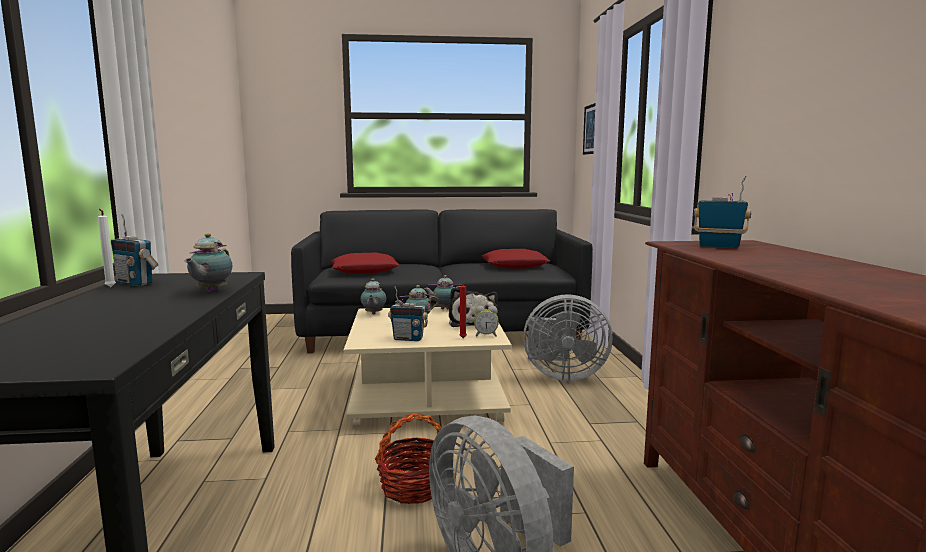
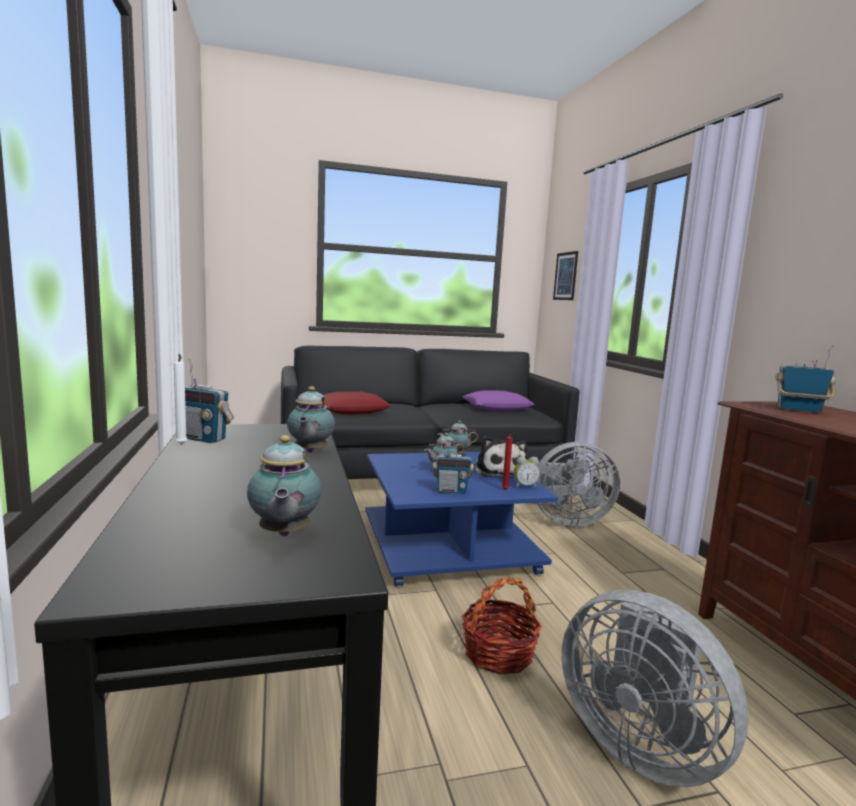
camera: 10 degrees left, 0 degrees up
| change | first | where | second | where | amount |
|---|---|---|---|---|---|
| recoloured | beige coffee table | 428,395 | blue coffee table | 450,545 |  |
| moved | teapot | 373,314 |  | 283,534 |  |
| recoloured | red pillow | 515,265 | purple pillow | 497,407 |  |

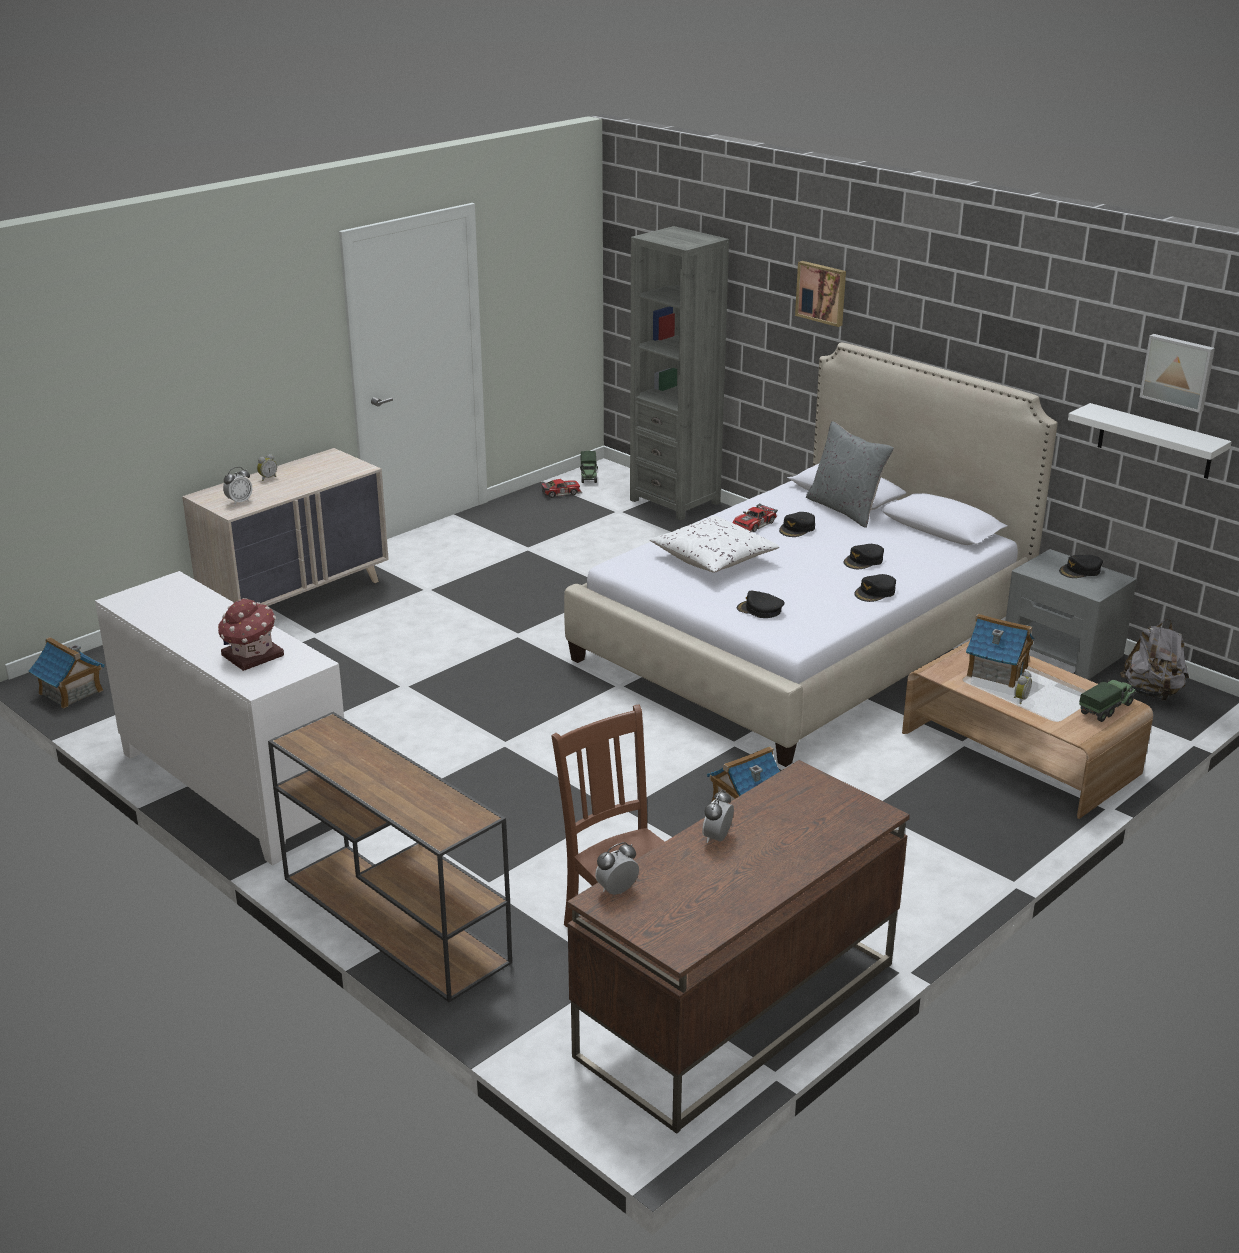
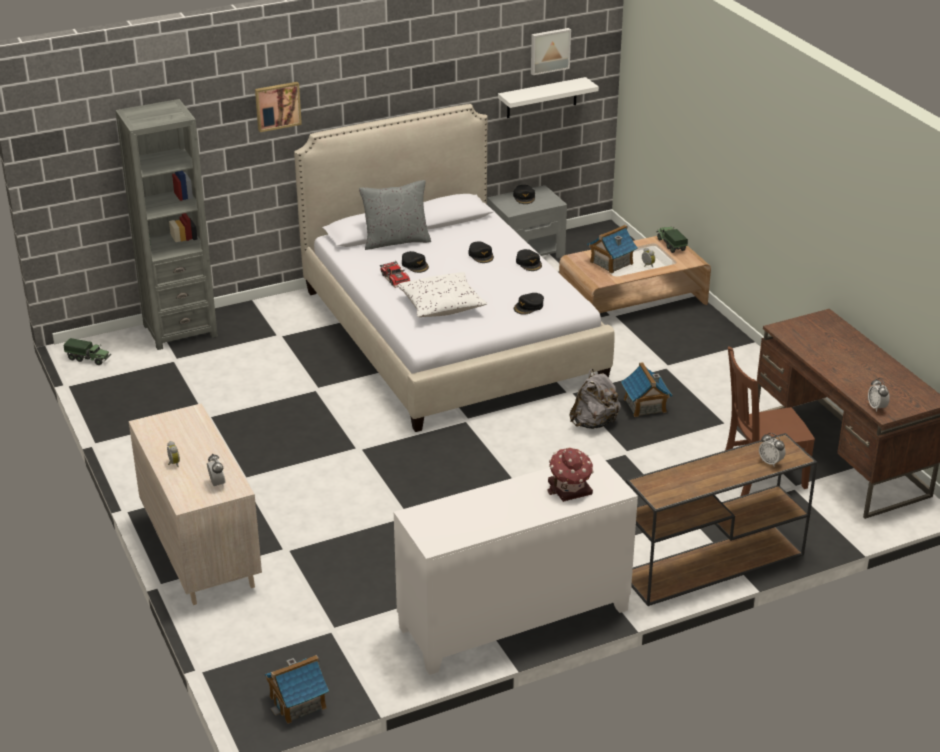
camera: 70 degrees left, 5 degrees up
| change | first | where | second | where | amount |
|---|---|---|---|---|---|
| removed | toy car | 560,492 |  |  |  |
| moved | alarm clock | 717,838 |  | 770,462 |  |
| moved | grey backpack | 1152,693 |  | 594,423 |  |

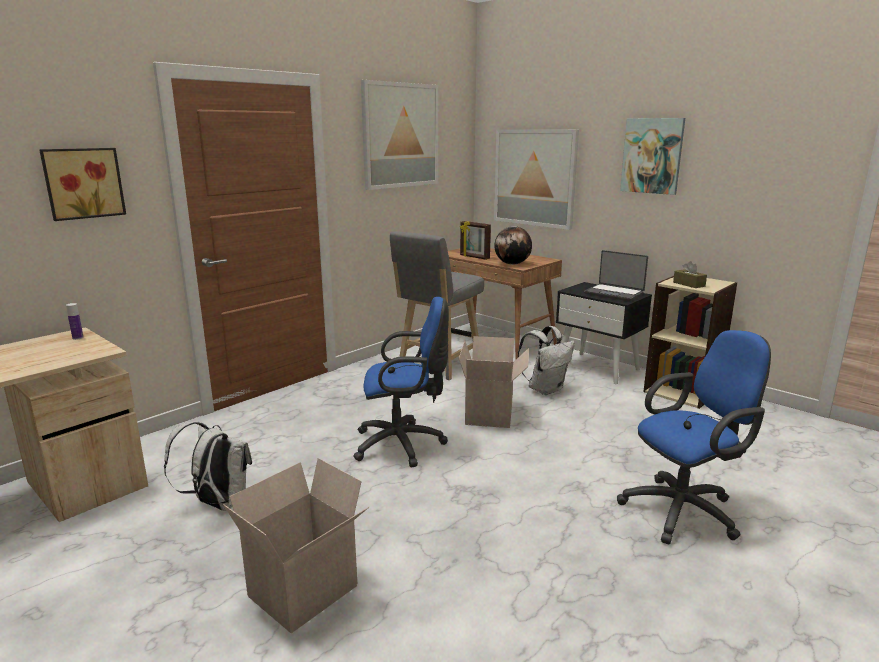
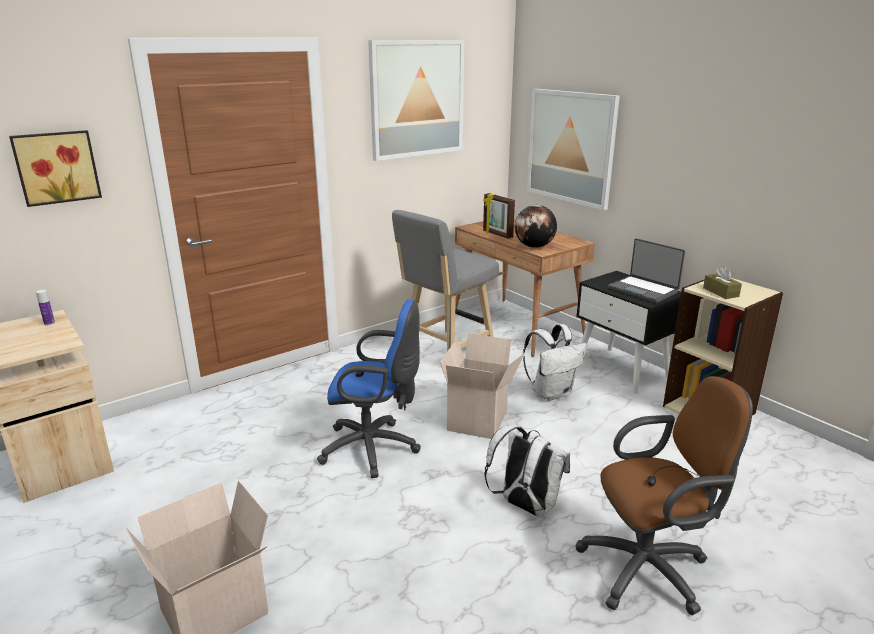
camera: 10 degrees right, 5 degrees up
| change | first | where | second | where | amount |
|---|---|---|---|---|---|
| moved | white backpack | 218,503 |  | 525,506 |  |
| recoloured | blue office chair | 685,510 | brown office chair | 650,568 |  |
| removed | picture | 652,156 |  |  |  |

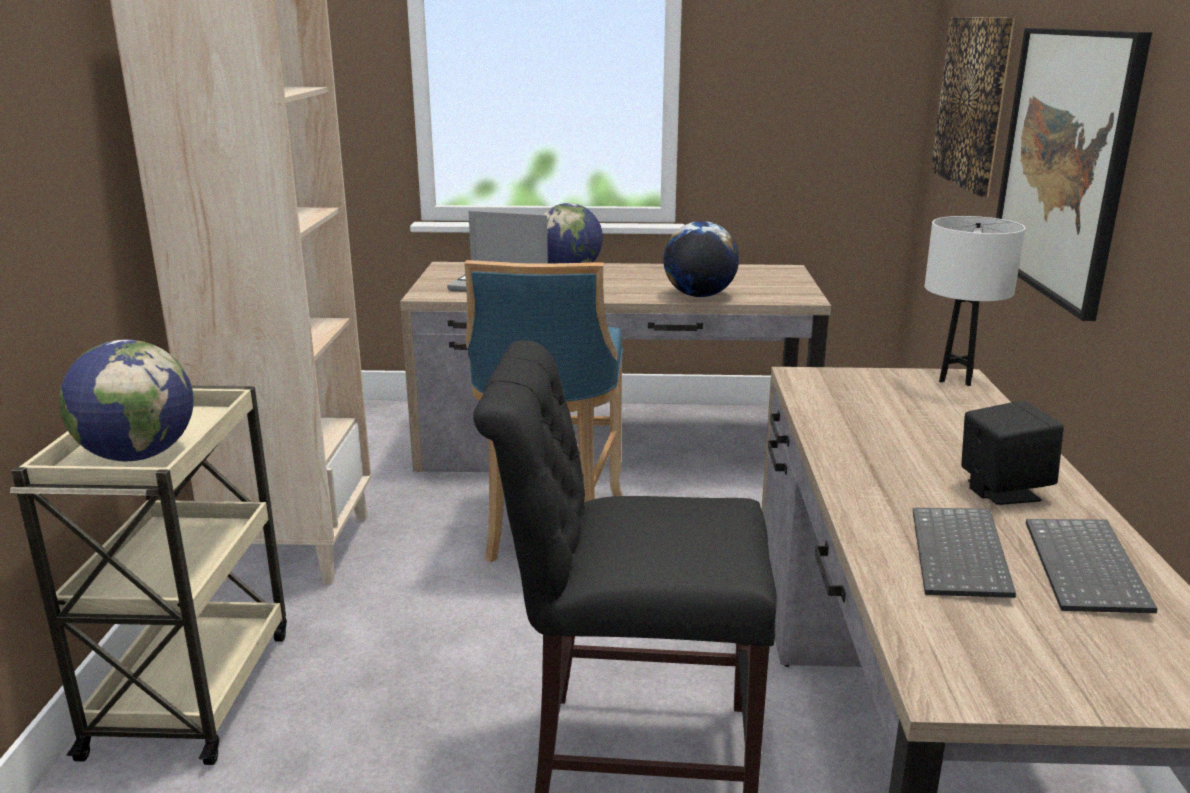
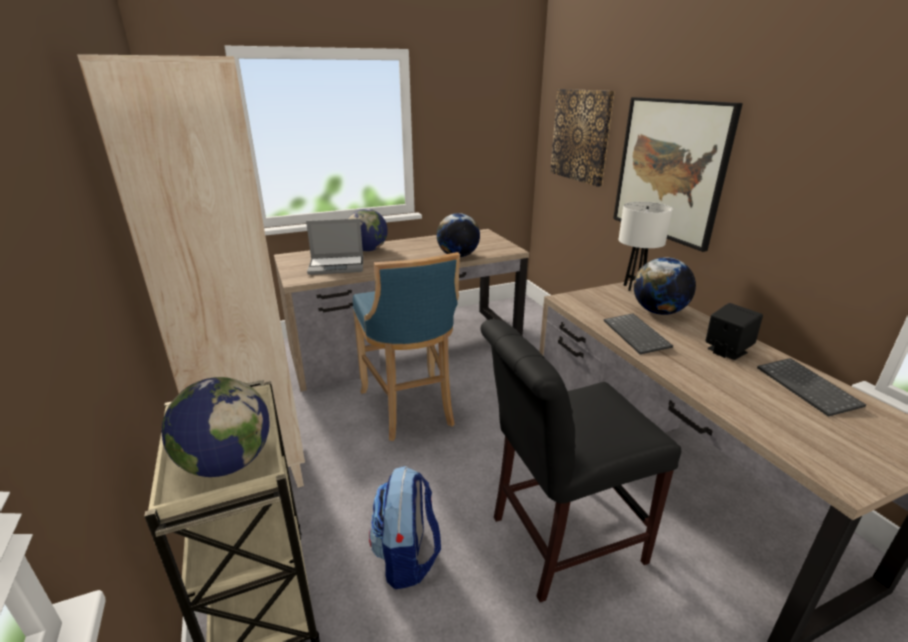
camera: 25 degrees left, 5 degrees up
| change | first | where | second | where | amount |
|---|---|---|---|---|---|
| moved | keyboard | 962,556 |  | 637,335 |  |
| added |  |  | backpack | 407,557 |  |
| added |  |  | globe | 658,312 |  |

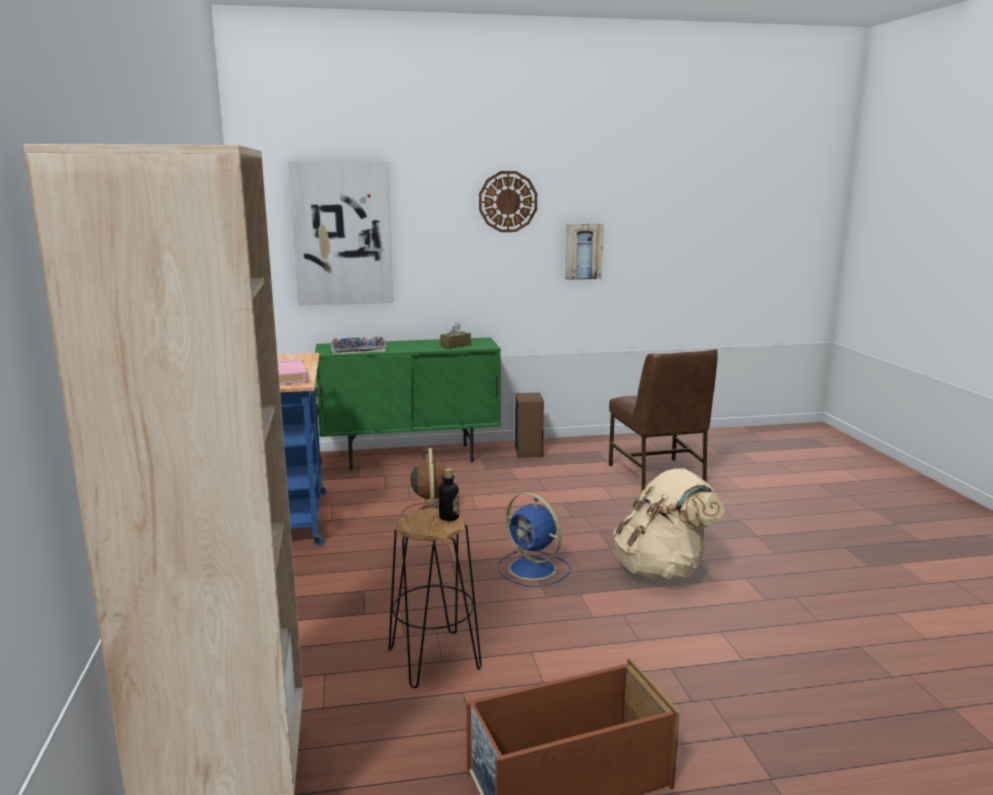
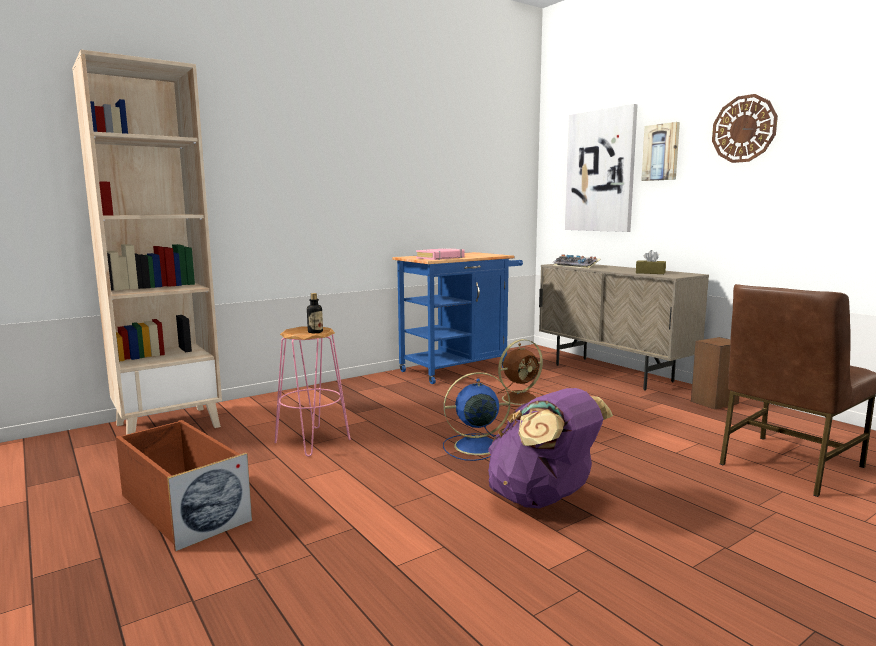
camera: 65 degrees right, 5 degrees down
| change | first | where | second | where | amount |
|---|---|---|---|---|---|
| recoloured | green cabinet | 411,457 | beige cabinet | 612,373 |  |
| recoloured | black stool | 434,659 | pink stool | 312,441 |  |
| turned | blue fan | 534,569 |  | 474,446 | 60 degrees clockwise |
| moved | picture | 583,251 |  | 661,152 |  |
| recoloured | beige backpack | 663,571 | purple backpack | 543,499 |  |

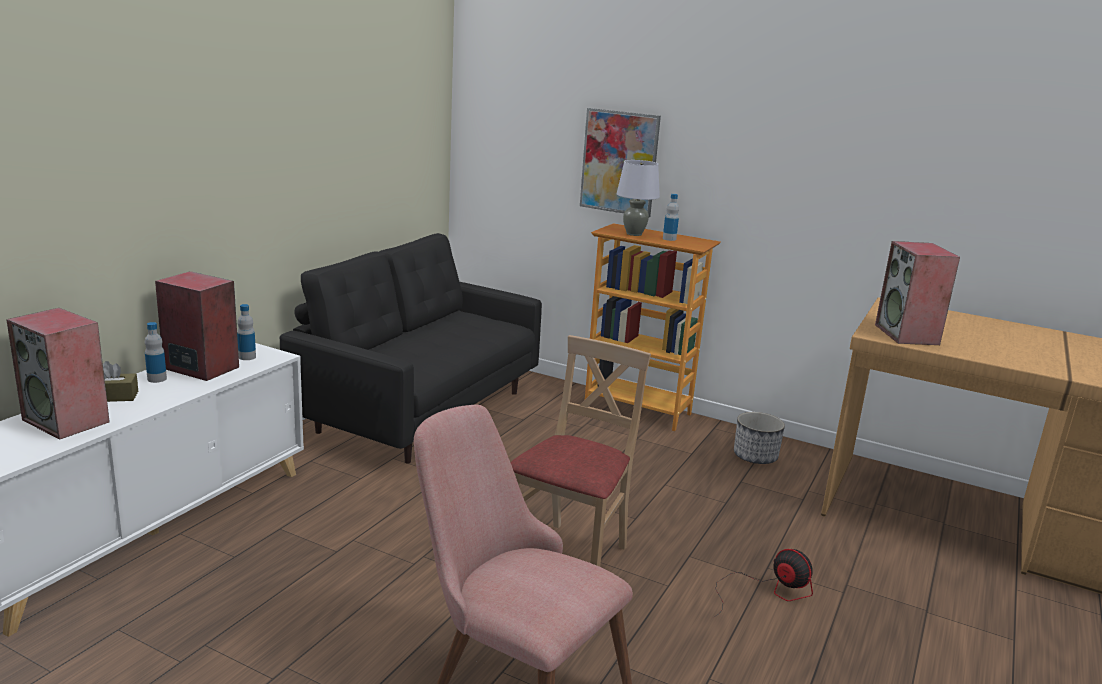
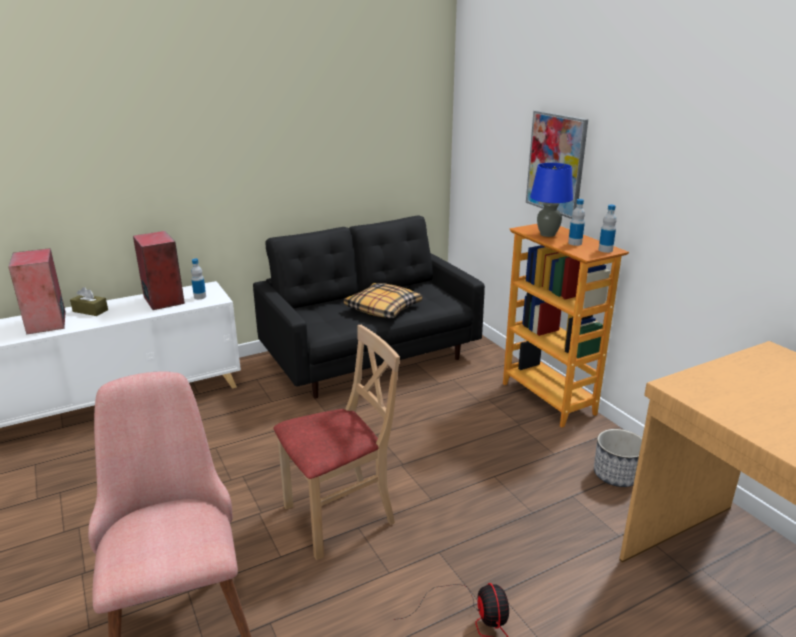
camera: 35 degrees right, 5 degrees up
| change | first | where | second | where | amount |
|---|---|---|---|---|---|
| moved | bottle | 157,379 |  | 605,250 |  |
| recoloured | grey table lamp | 634,234 | blue table lamp | 547,234 |  |
| removed | speaker | 907,335 |  |  |  |
| added |  |  | pillow | 383,308 |  |

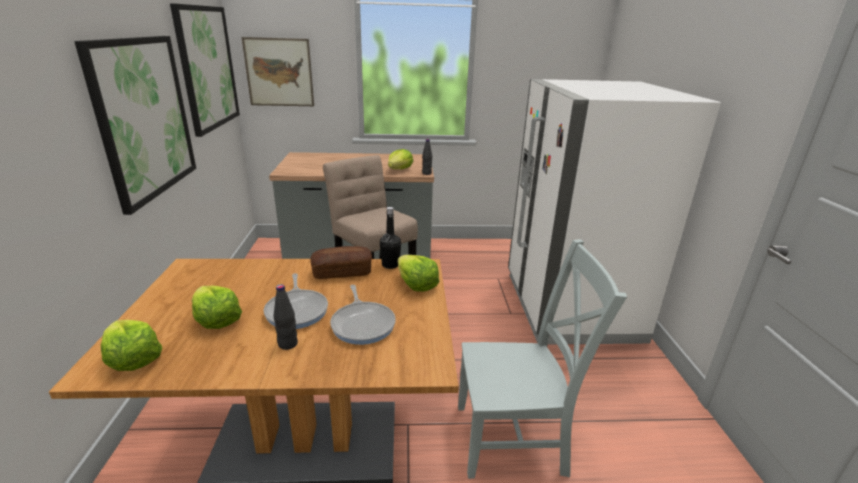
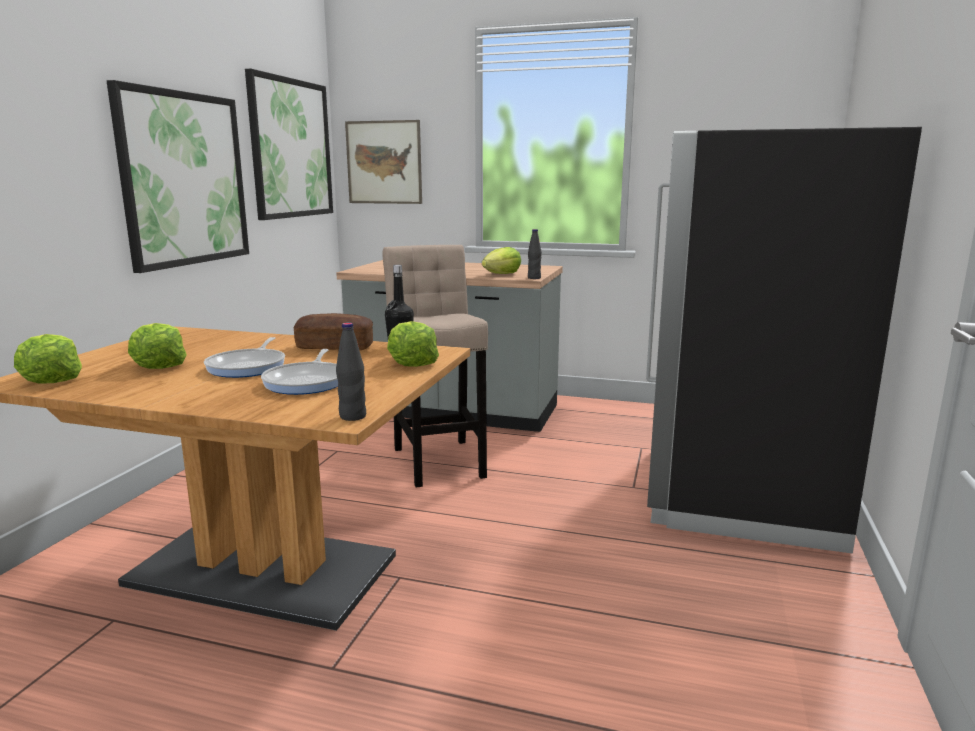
camera: 20 degrees right, 10 degrees down
| change | first | where | second | where | amount |
|---|---|---|---|---|---|
| moved | black bottle | 288,344 |  | 352,416 |  |
| removed | grey chair | 515,439 |  |  |  |
| recoloured | white fridge | 570,306 | black fridge | 738,492 |  |

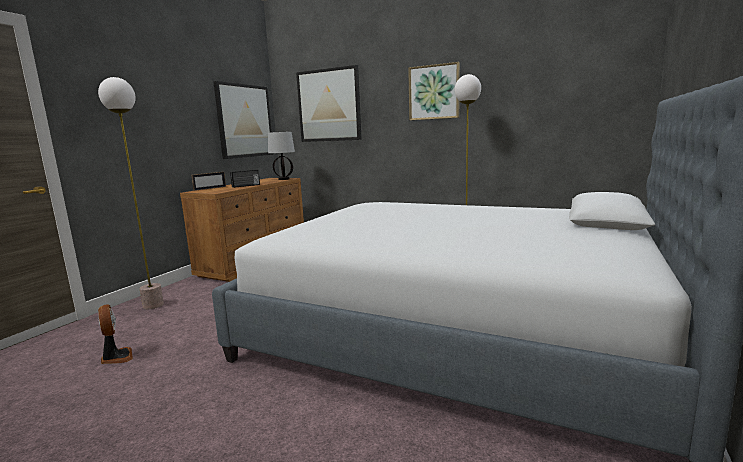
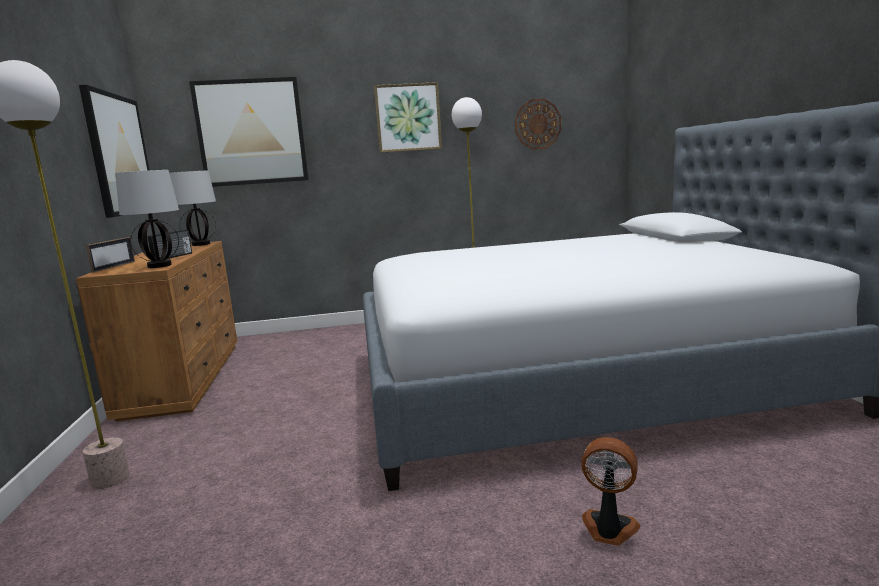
camera: 35 degrees left, 0 degrees up
| change | first | where | second | where | amount |
|---|---|---|---|---|---|
| moved | fan | 116,357 |  | 609,529 |  |
| added |  |  | table lamp | 159,266 |  |
| added |  |  | wall clock | 537,124 |  |

